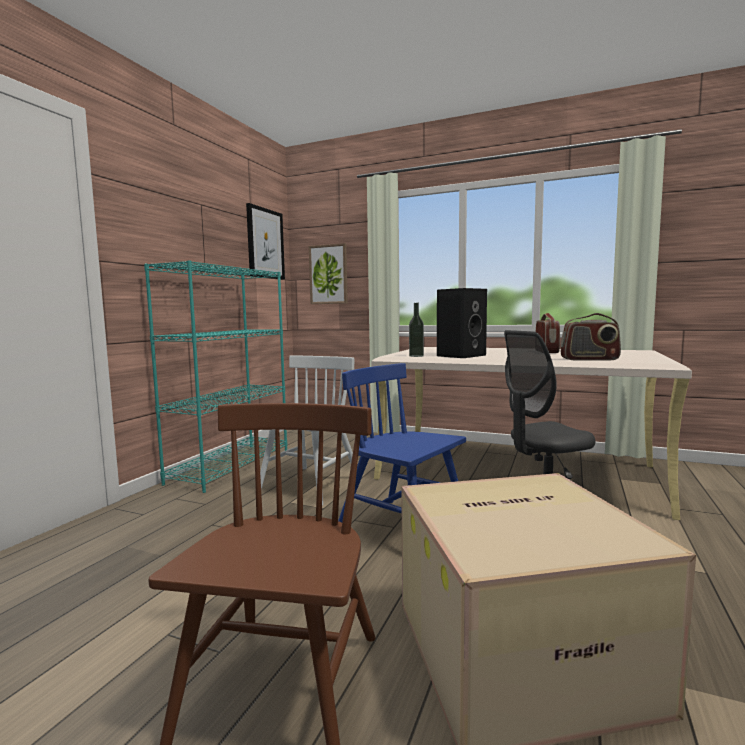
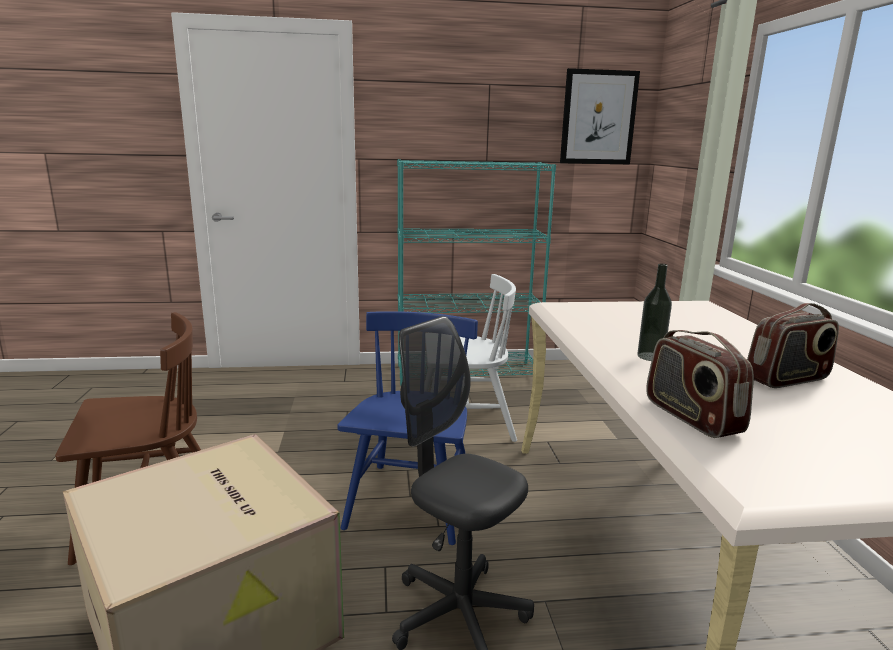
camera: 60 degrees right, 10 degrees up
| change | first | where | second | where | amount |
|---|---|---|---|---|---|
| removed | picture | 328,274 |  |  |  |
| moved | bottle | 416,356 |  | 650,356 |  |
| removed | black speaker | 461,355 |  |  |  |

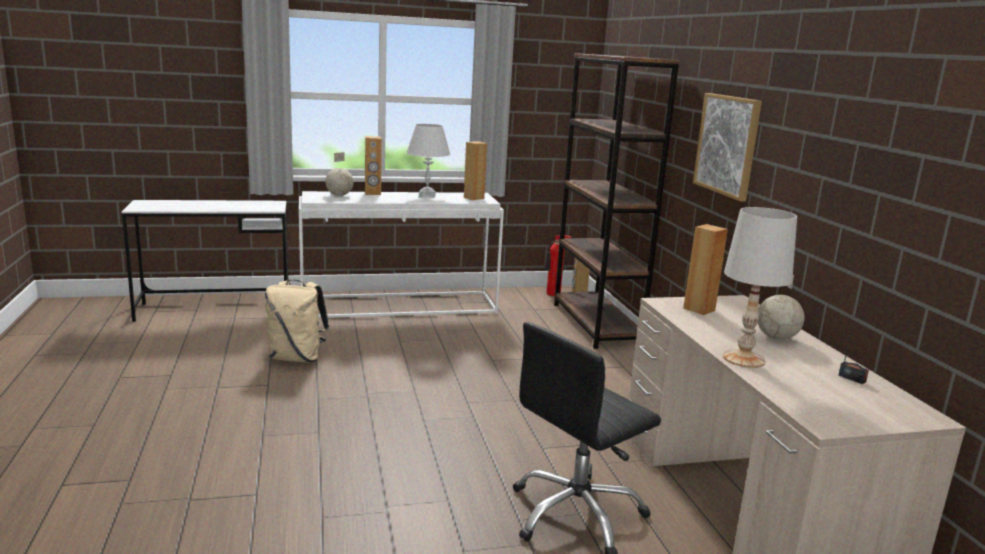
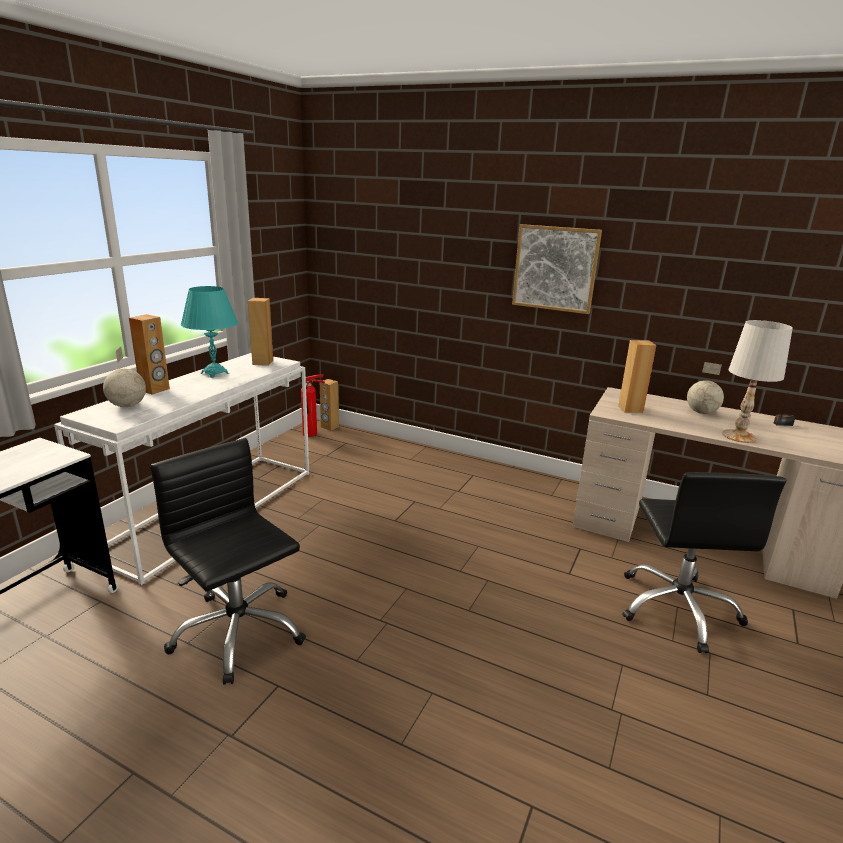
camera: 50 degrees left, 5 degrees up
| change | first | where | second | where | amount |
|---|---|---|---|---|---|
| replaced | beige backpack | 297,358 | black office chair | 238,632 |  |
| recoloured | white table lamp | 427,195 | turquoise table lamp | 215,373 |  |
| removed | brown bookcase | 596,324 |  |  |  |

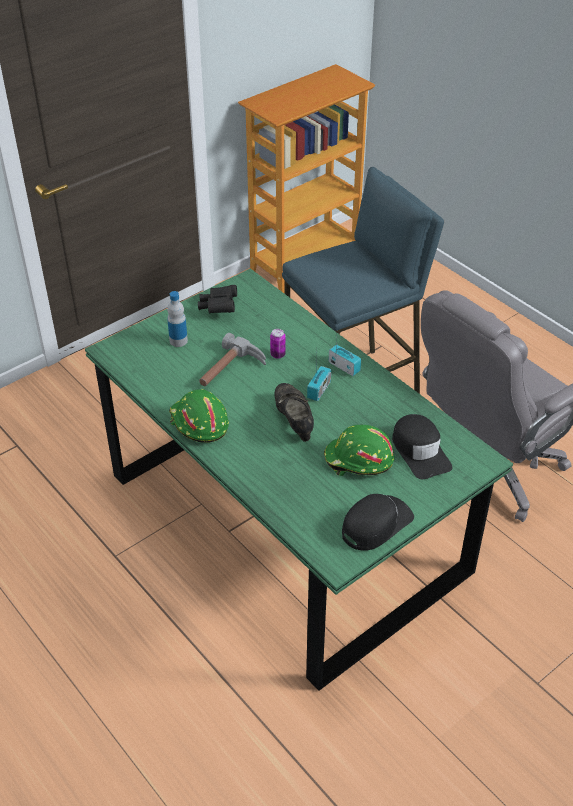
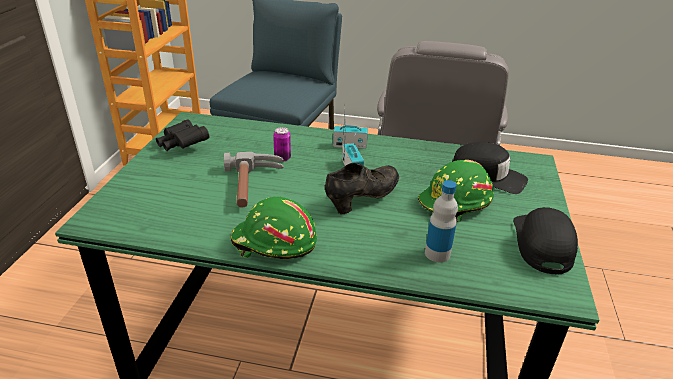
camera: 40 degrees left, 10 degrees down
| change | first | where | second | where | amount |
|---|---|---|---|---|---|
| moved | bottle | 178,341 |  | 437,253 |  |
| turned | black shoe | 294,421 |  | 362,199 | 105 degrees clockwise |

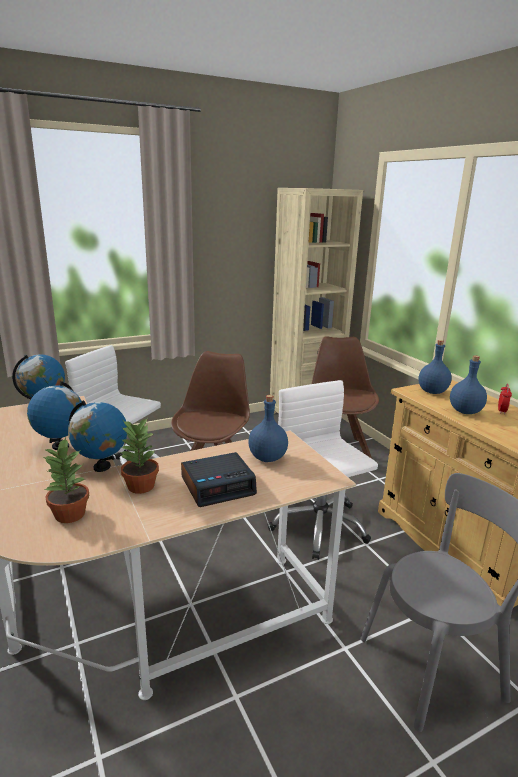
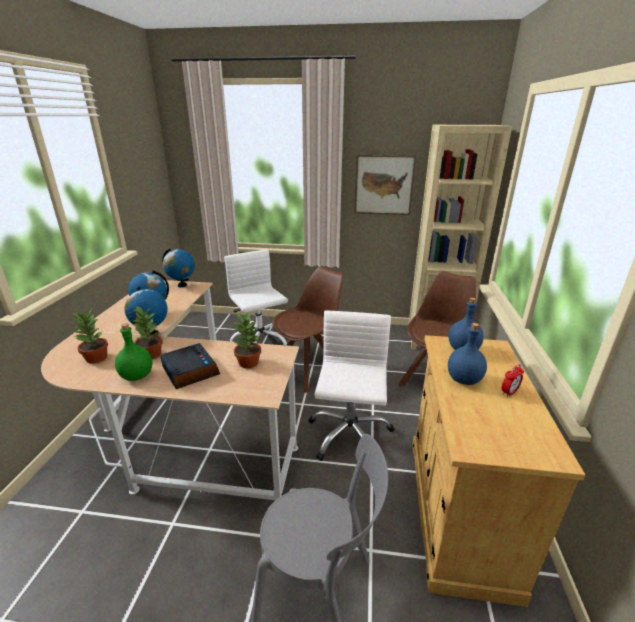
camera: 35 degrees right, 5 degrees up
| change | first | where | second | where | amount |
|---|---|---|---|---|---|
| turned | alarm clock | 218,485 |  | 190,371 | 135 degrees counterclockwise |
| replaced | blue bottle | 266,458 | potted plant | 248,362 |  |
| added |  |  | green bottle | 138,376 |  |
| added |  |  | picture | 383,185 |  |

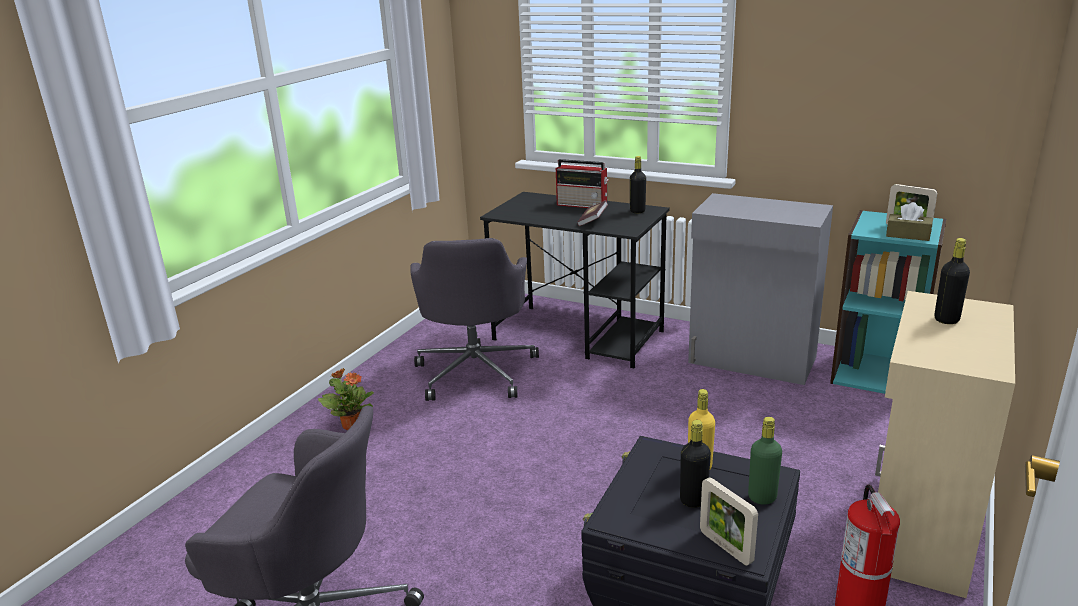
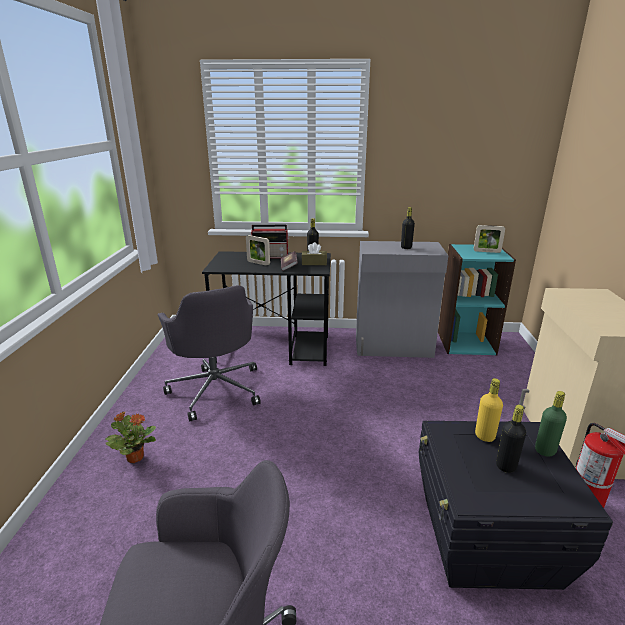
camera: 25 degrees left, 0 degrees up
| change | first | where | second | where | amount |
|---|---|---|---|---|---|
| moved | picture frame | 726,547 |  | 258,263 |  |
| moved | brown tissue box | 908,235 |  | 314,263 |  |
| moved | black bottle | 946,319 |  | 406,247 |  |

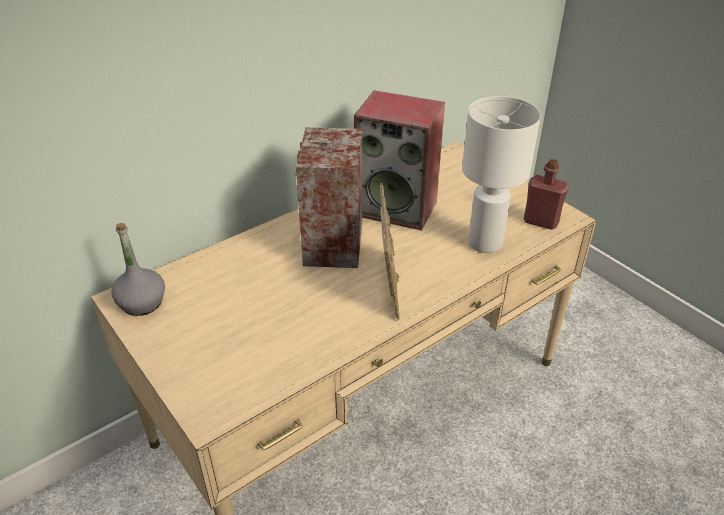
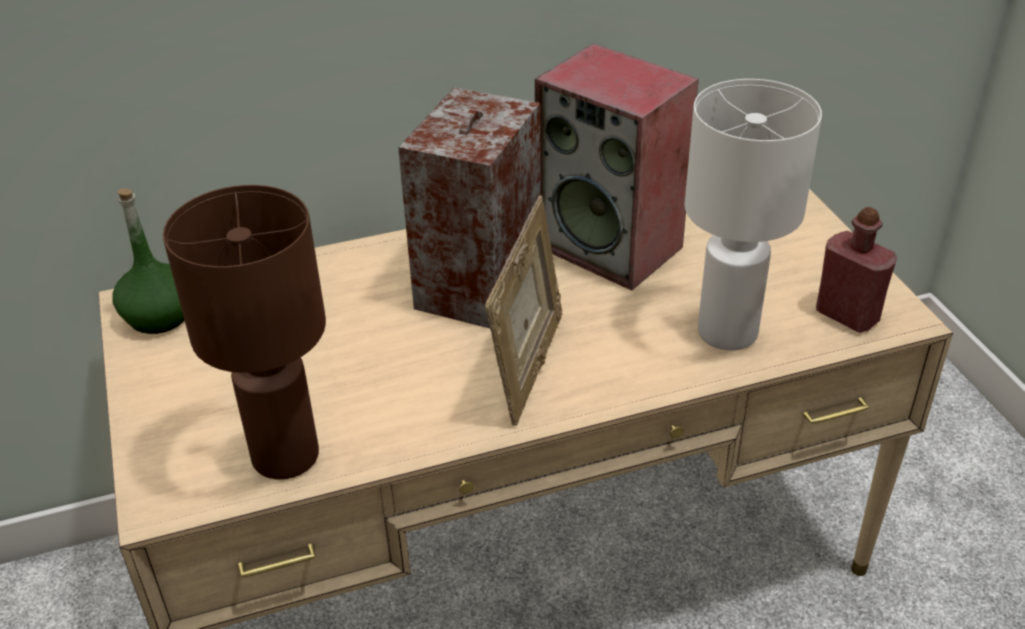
camera: 20 degrees right, 0 degrees up
| change | first | where | second | where | amount |
|---|---|---|---|---|---|
| recoloured | grey bottle | 142,303 | green bottle | 159,315 |  |
| added |  |  | brown table lamp | 284,457 |  |

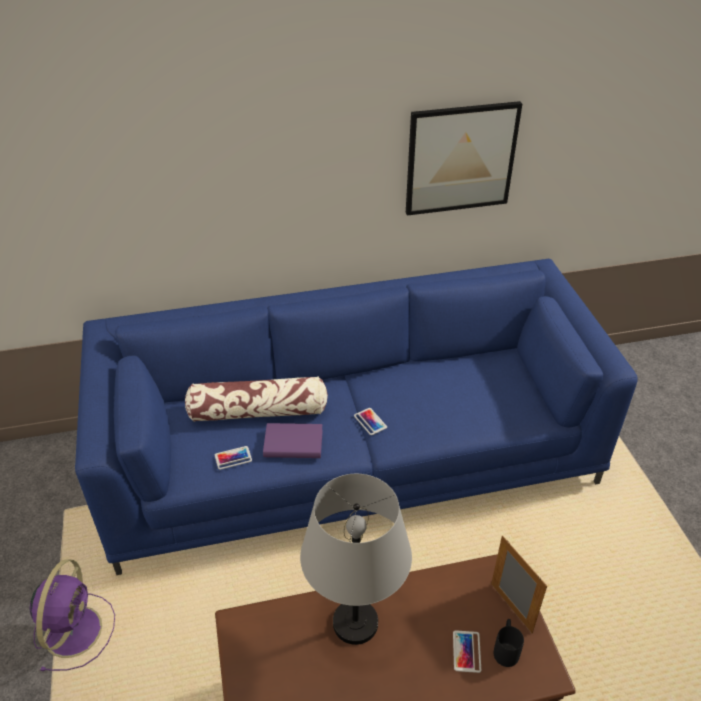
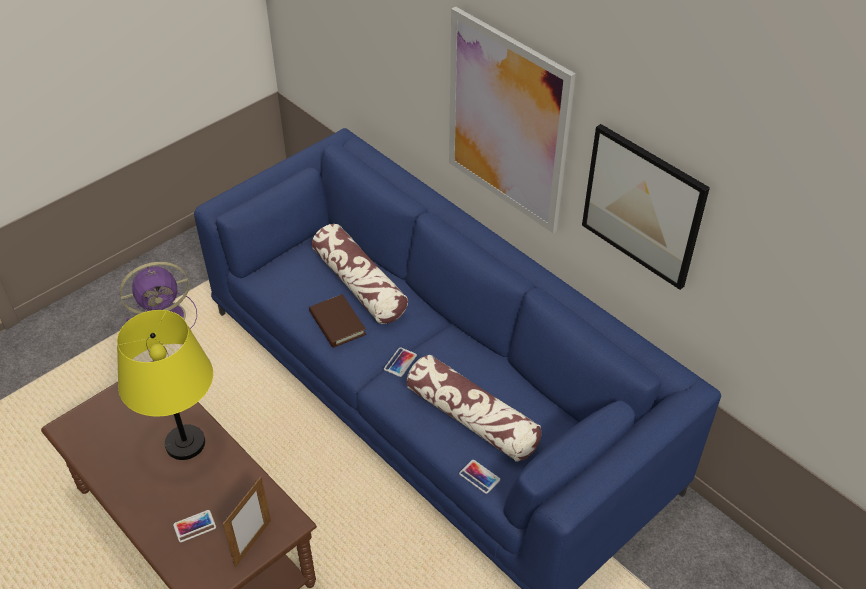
camera: 60 degrees right, 5 degrees up
| change | first | where | second | where | amount |
|---|---|---|---|---|---|
| moved | phone | 233,458 |  | 479,477 |  |
| recoloured | purple book | 293,444 | brown book | 337,323 |  |
| recoloured | grey table lamp | 354,623 | yellow table lamp | 185,443 |  |
| removed | black mug | 505,649 |  |  |  |
| added |  |  | pillow | 472,419 |  |
| added |  |  | picture | 507,121 |  |

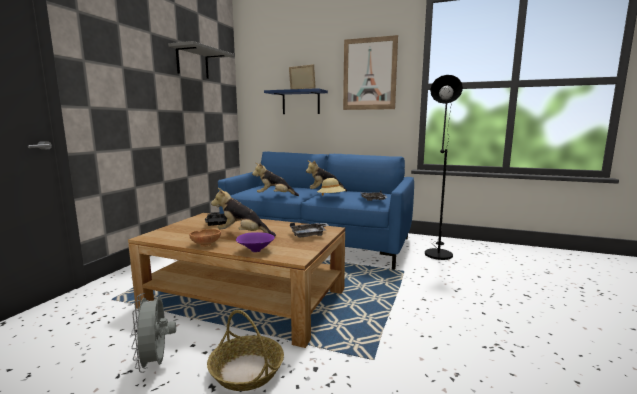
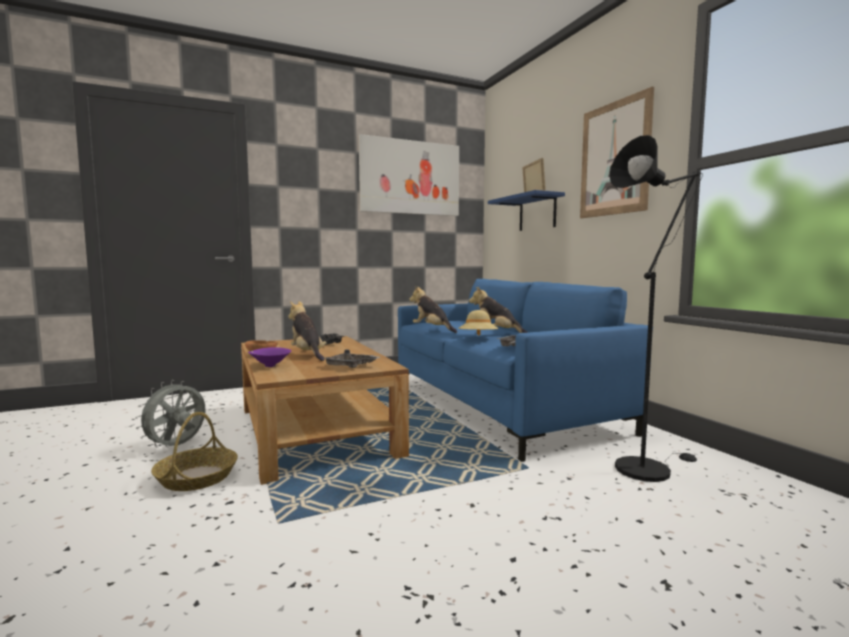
camera: 45 degrees right, 5 degrees down
| change | first | where | second | where | amount |
|---|---|---|---|---|---|
| replaced | grey shelf | 192,63 | picture | 410,177 |  |

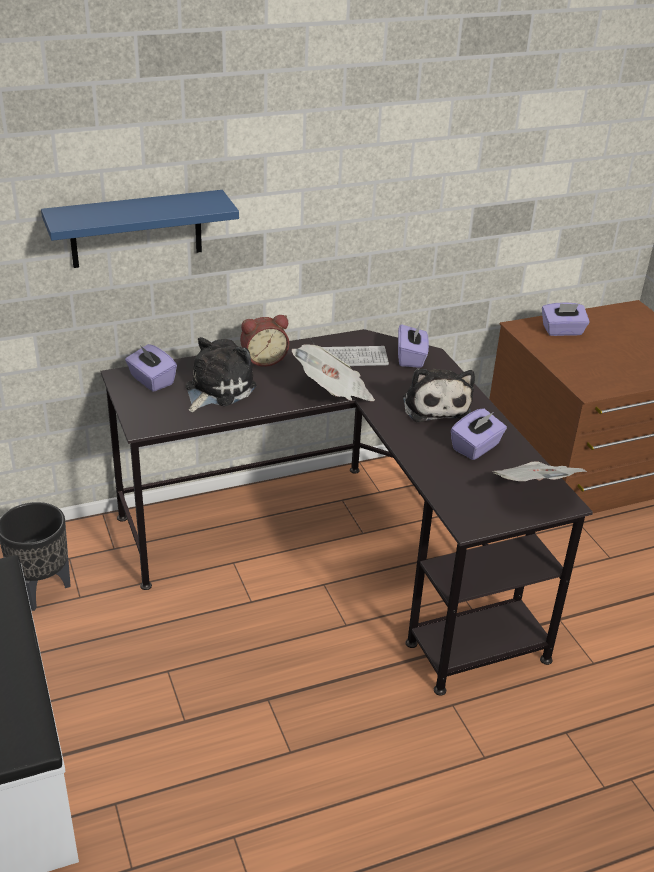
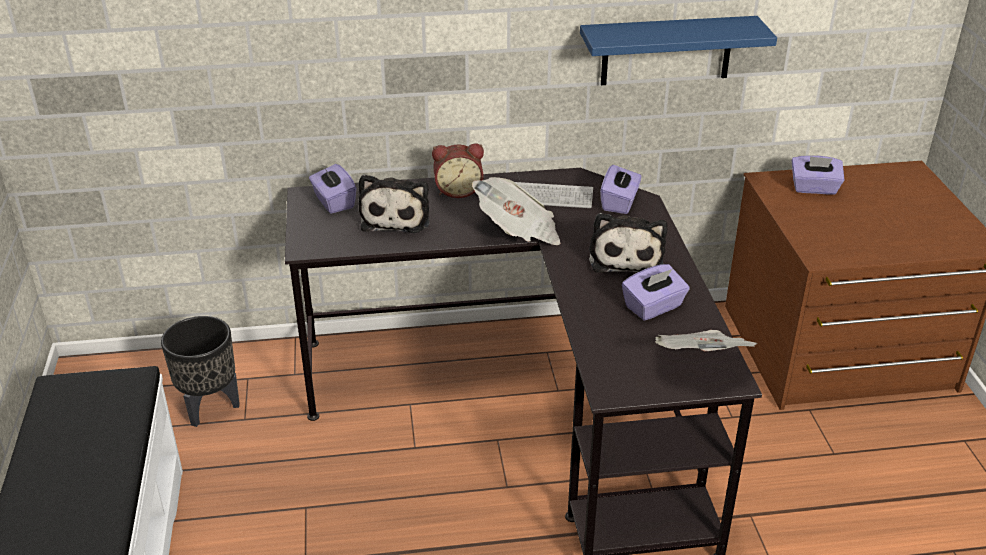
camera: 15 degrees right, 0 degrees up
| change | first | where | second | where | amount |
|---|---|---|---|---|---|
| moved | blue shelf | 136,229 |  | 666,50 |  |
| turned | plush toy | 217,389 |  | 396,217 | 135 degrees clockwise |

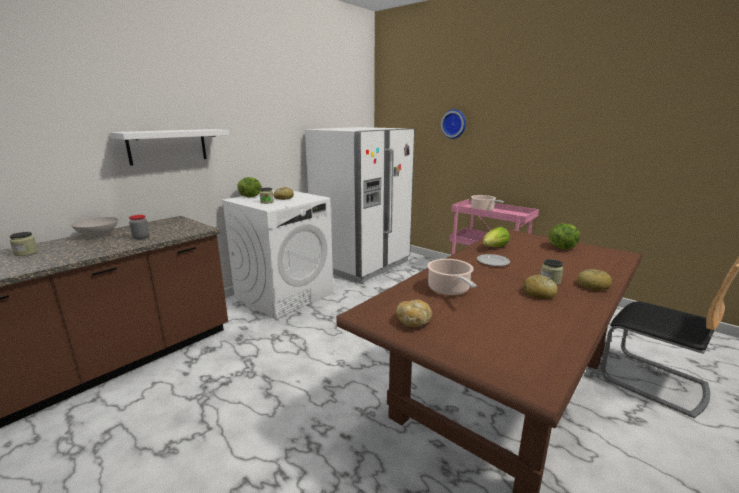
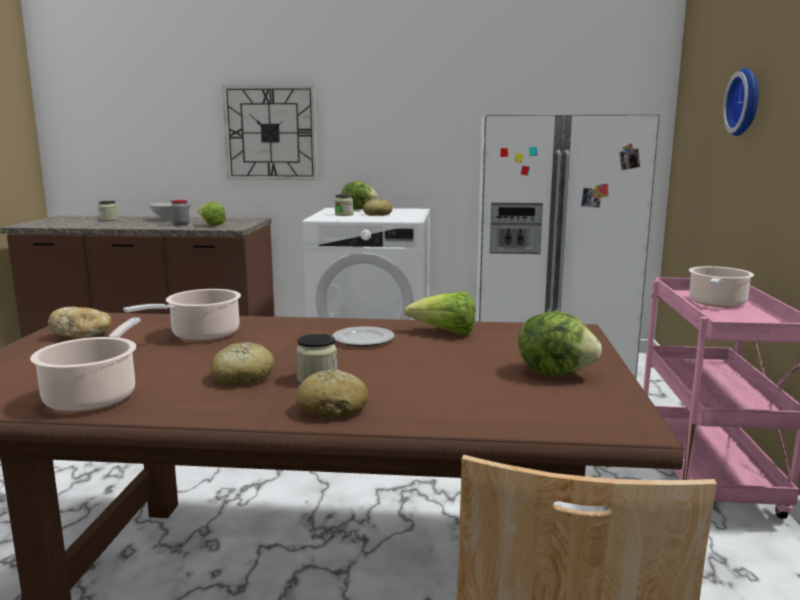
camera: 55 degrees right, 5 degrees down
| change | first | where | second | where | amount |
|---|---|---|---|---|---|
| replaced | white shelf | 168,146 | wall clock | 270,133 |  |
| added |  |  | cooking pot | 94,396 |  |
| added |  |  | lettuce | 210,225 |  |

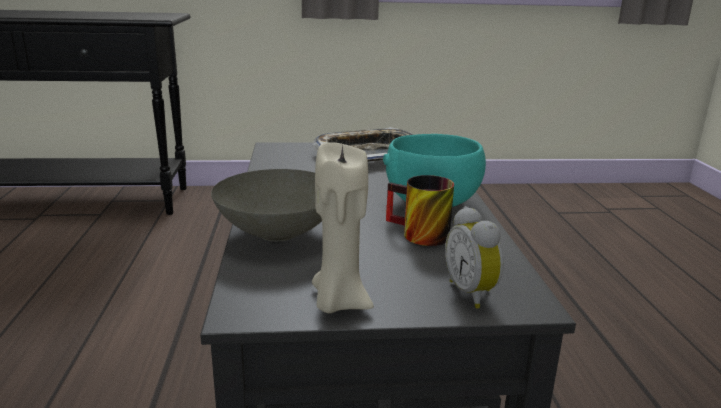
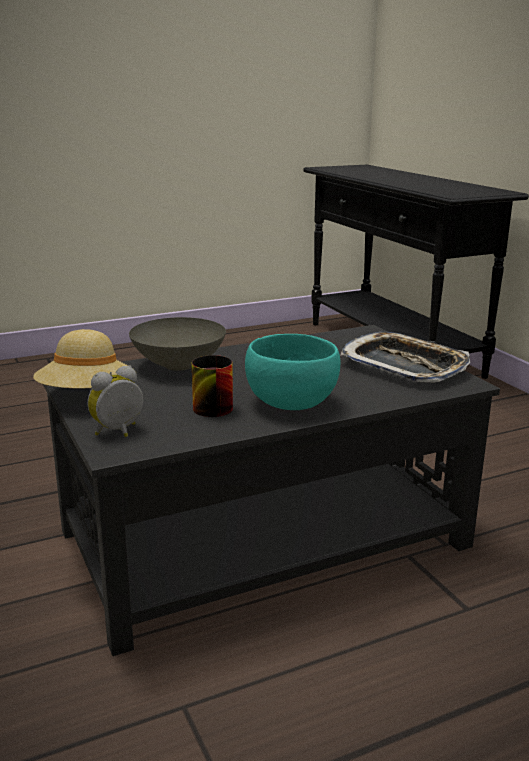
camera: 70 degrees right, 0 degrees up
| change | first | where | second | where | amount |
|---|---|---|---|---|---|
| replaced | beige candle | 338,302 | beige hat | 86,396 |  |

